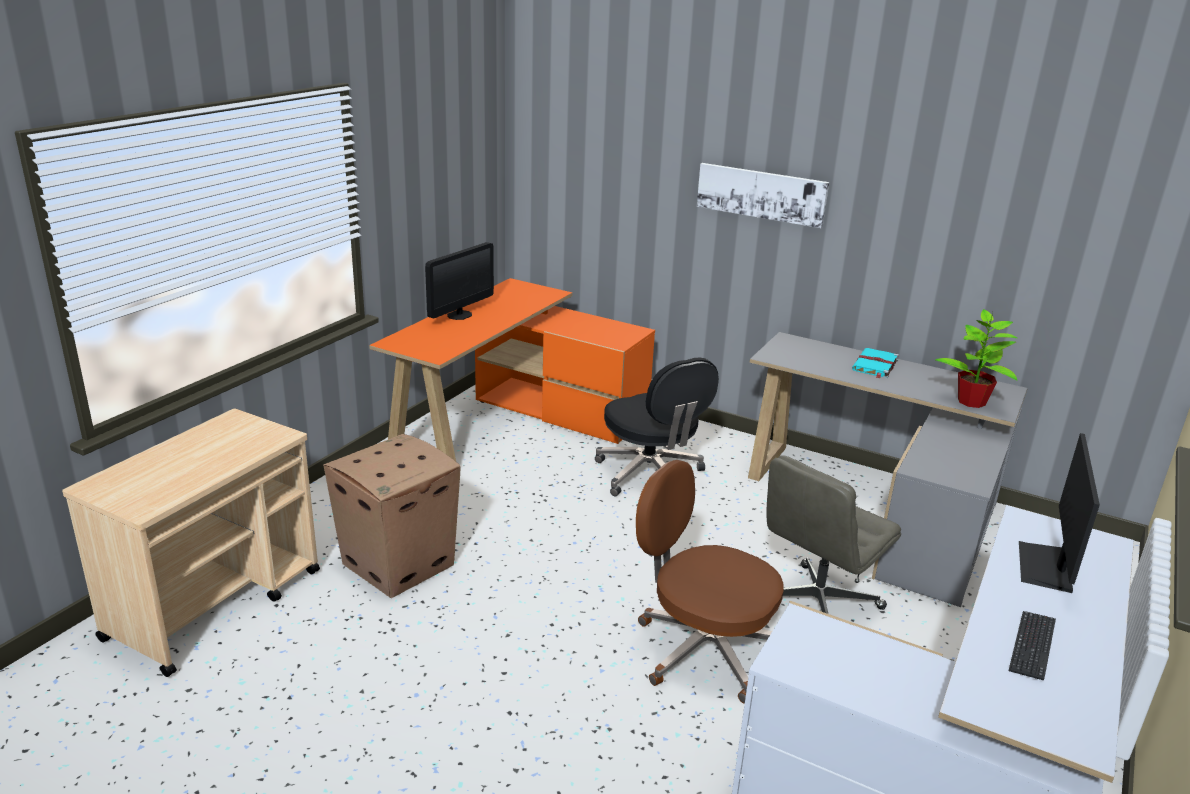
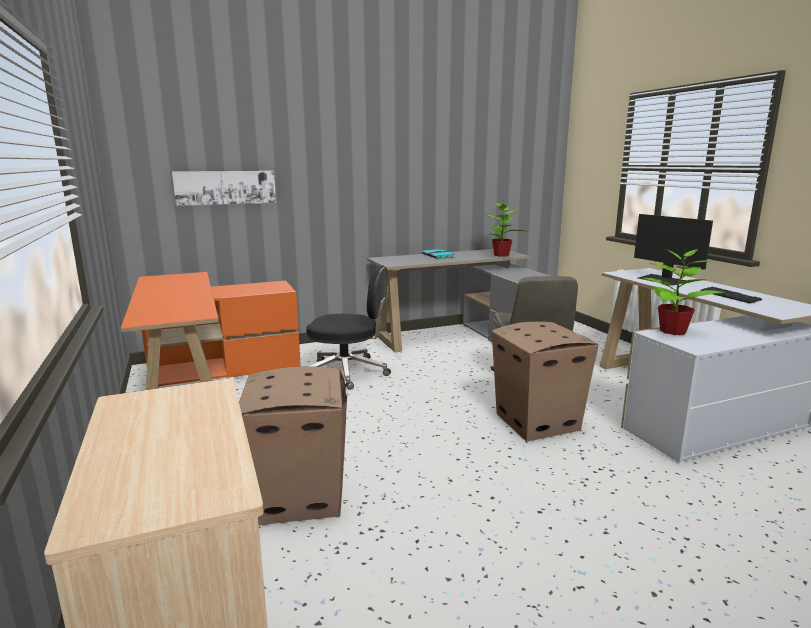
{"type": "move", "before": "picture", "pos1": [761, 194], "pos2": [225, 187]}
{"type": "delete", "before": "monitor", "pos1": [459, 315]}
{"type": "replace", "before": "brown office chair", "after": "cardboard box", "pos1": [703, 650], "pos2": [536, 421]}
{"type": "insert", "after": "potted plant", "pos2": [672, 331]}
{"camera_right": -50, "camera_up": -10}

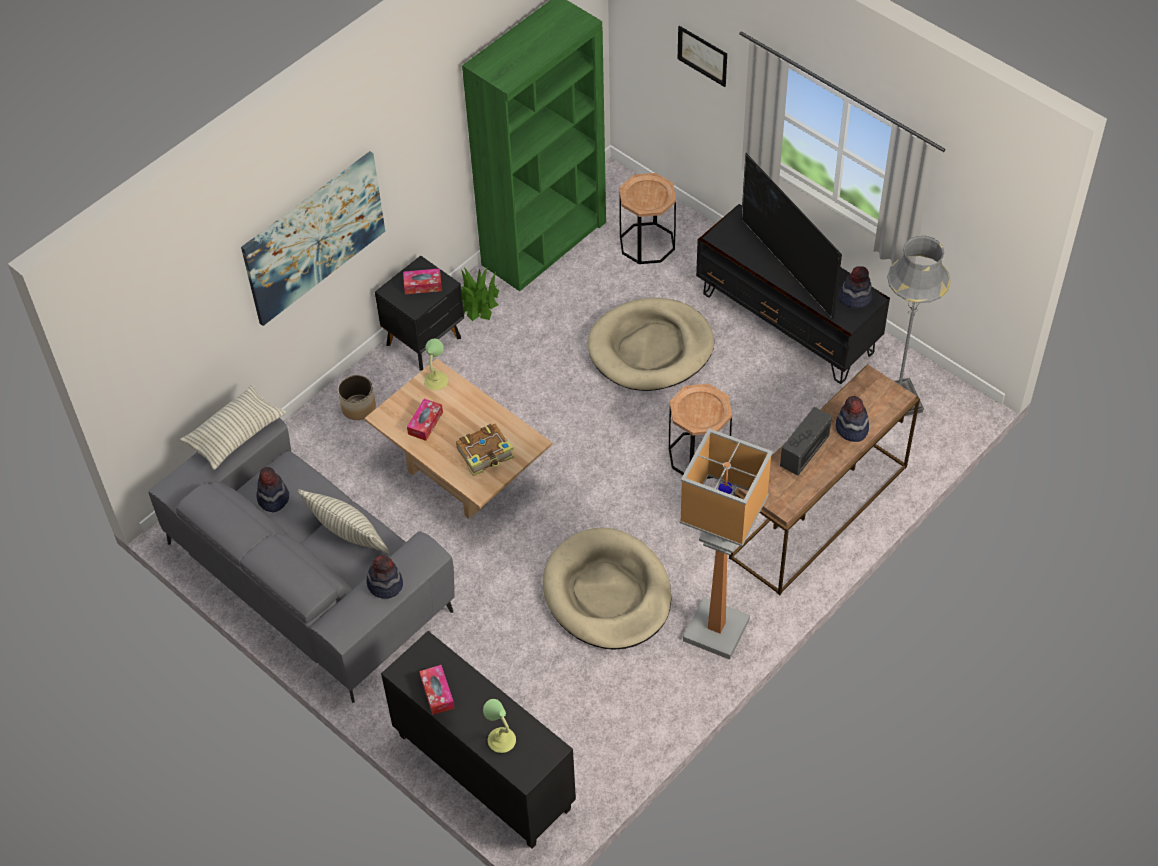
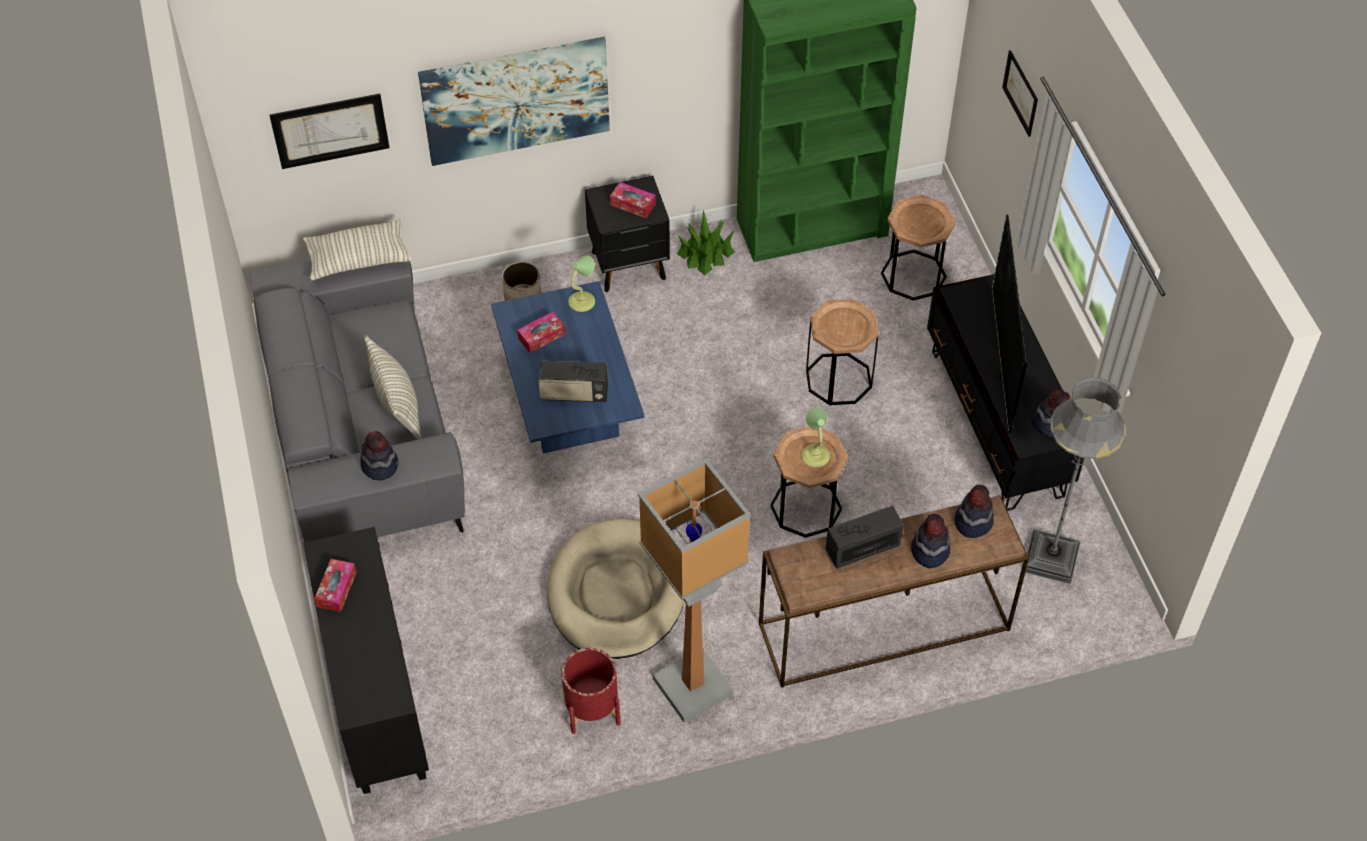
{"type": "replace", "before": "beige dog bed", "after": "brown side table", "pos1": [650, 348], "pos2": [838, 379]}
{"type": "recolor", "before": "beige coffee table", "after": "blue coffee table", "pos1": [463, 473], "pos2": [569, 408]}
{"type": "replace", "before": "book", "after": "radio", "pos1": [486, 454], "pos2": [574, 394]}
{"type": "move", "before": "hat", "pos1": [273, 498], "pos2": [973, 521]}
{"type": "move", "before": "table lamp", "pos1": [501, 739], "pos2": [815, 455]}
{"type": "insert", "after": "picture", "pos2": [330, 130]}
{"type": "insert", "after": "red planter", "pos2": [591, 708]}
{"camera_right": 30, "camera_up": 0}

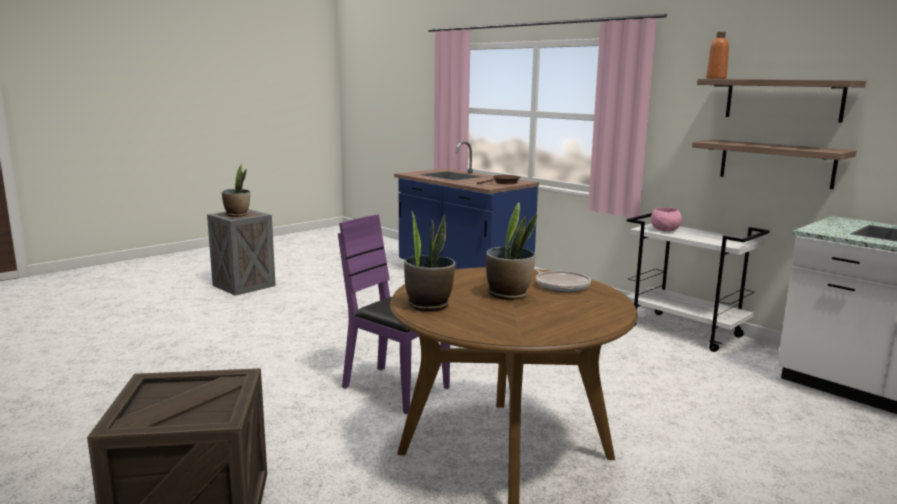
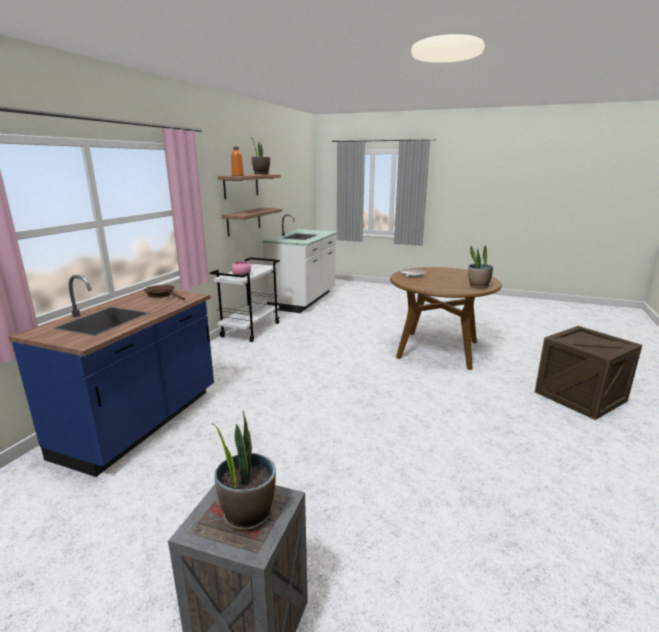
{"type": "move", "before": "potted plant", "pos1": [508, 294], "pos2": [261, 174]}
{"type": "delete", "before": "purple chair", "pos1": [395, 389]}
{"camera_right": -115, "camera_up": 5}

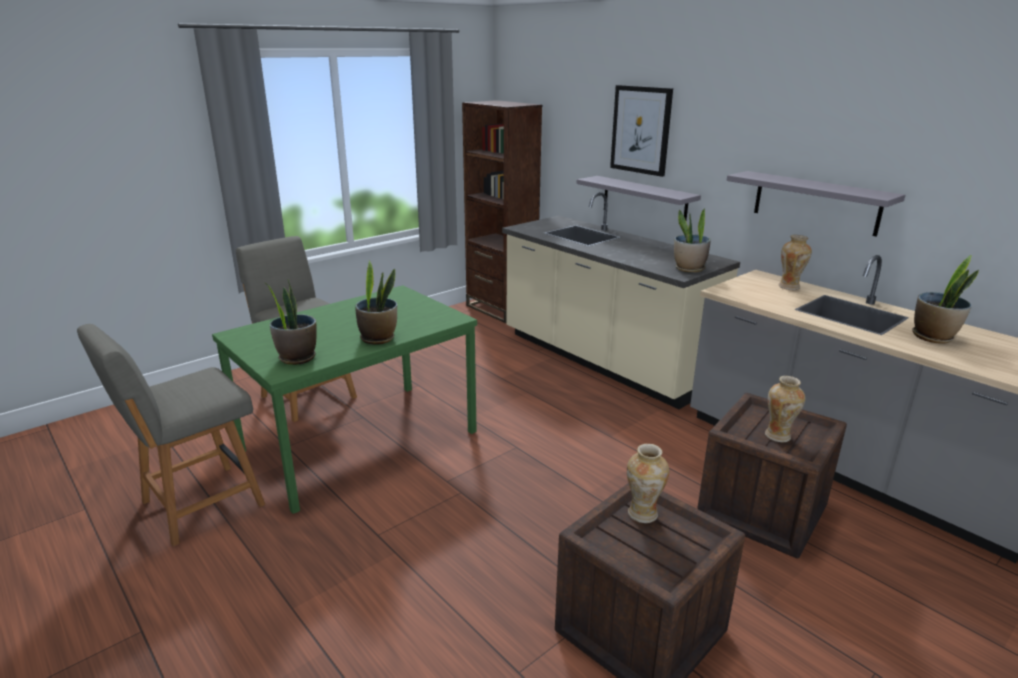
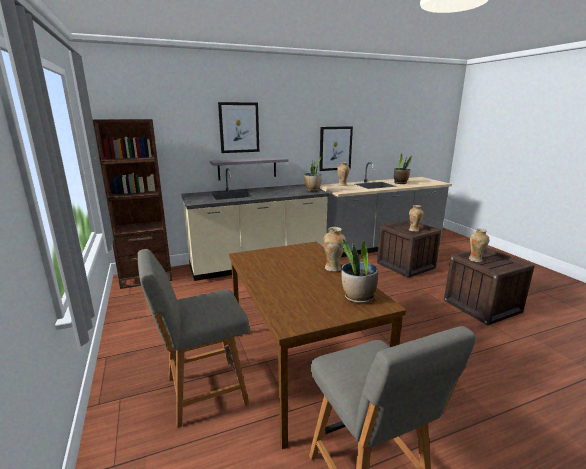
{"type": "replace", "before": "grey shelf", "after": "picture", "pos1": [815, 202], "pos2": [335, 148]}
{"type": "replace", "before": "potted plant", "after": "vase", "pos1": [378, 338], "pos2": [333, 268]}
{"type": "recolor", "before": "green dining table", "after": "brown dining table", "pos1": [360, 440], "pos2": [300, 366]}
{"camera_right": -70, "camera_up": -5}

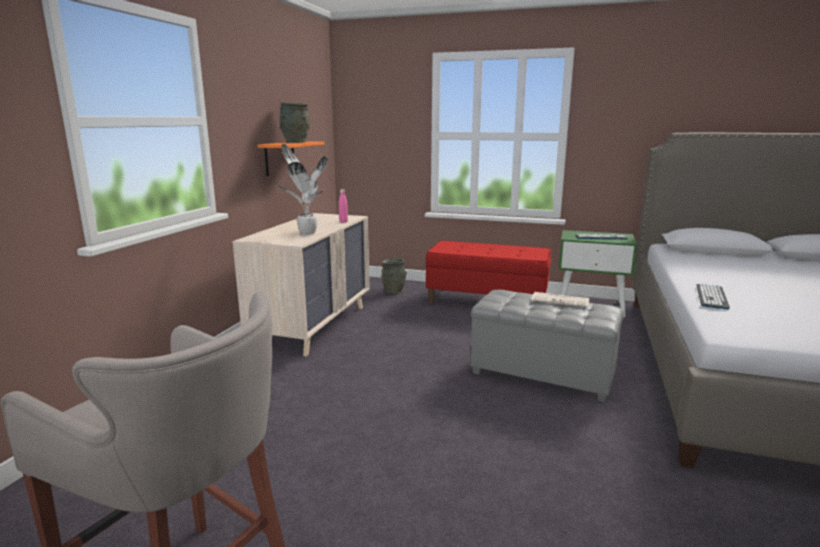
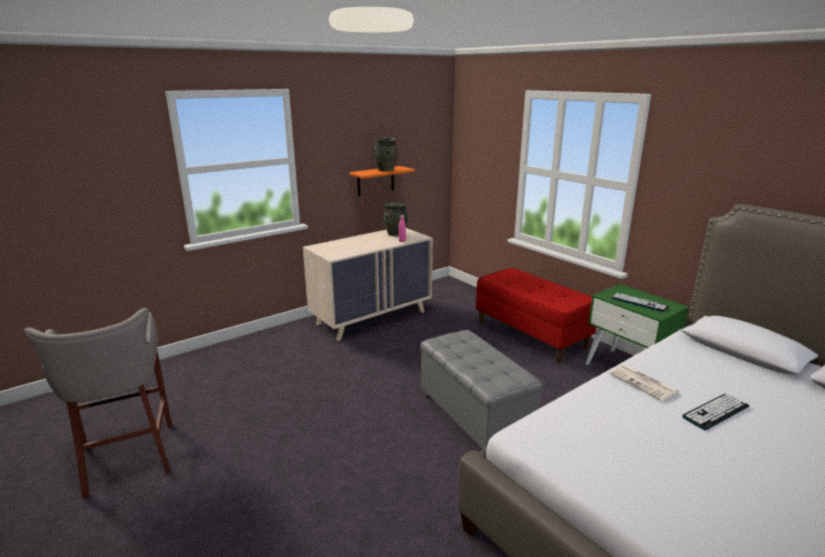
{"type": "delete", "before": "potted plant", "pos1": [306, 233]}
{"type": "move", "before": "grey vase", "pos1": [394, 291], "pos2": [396, 234]}
{"type": "move", "before": "keyboard", "pos1": [711, 297], "pos2": [715, 412]}
{"type": "move", "before": "newspaper", "pos1": [561, 300], "pos2": [643, 383]}
{"camera_right": 35, "camera_up": 5}

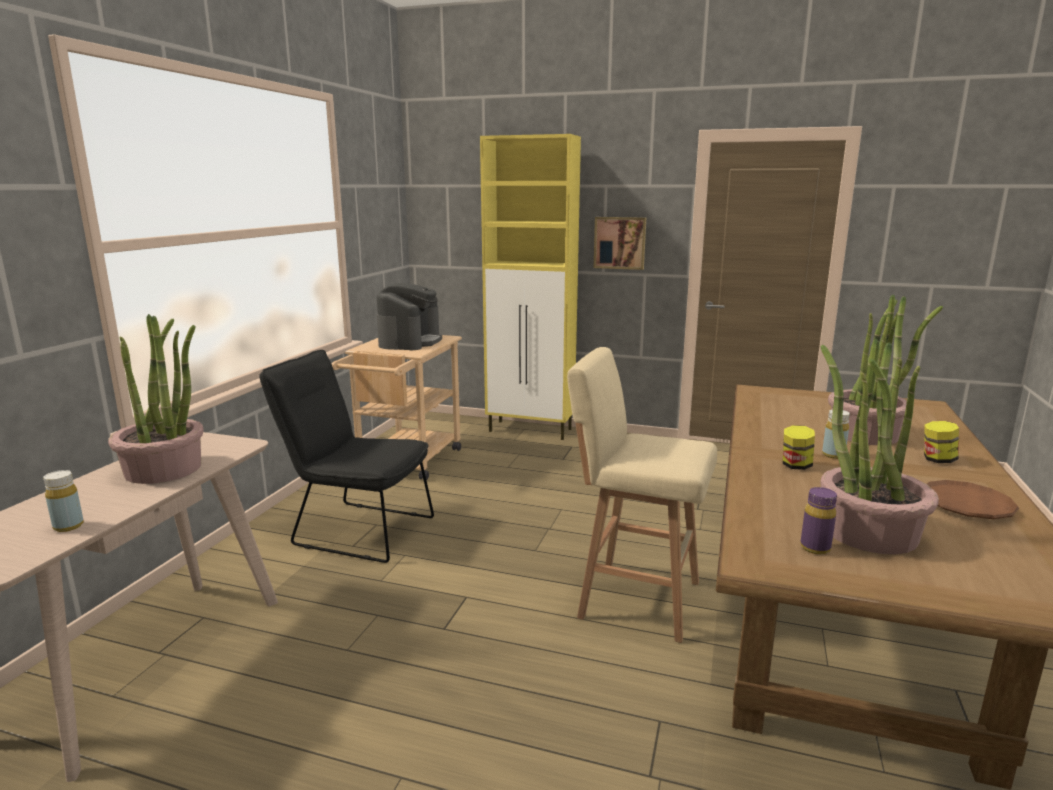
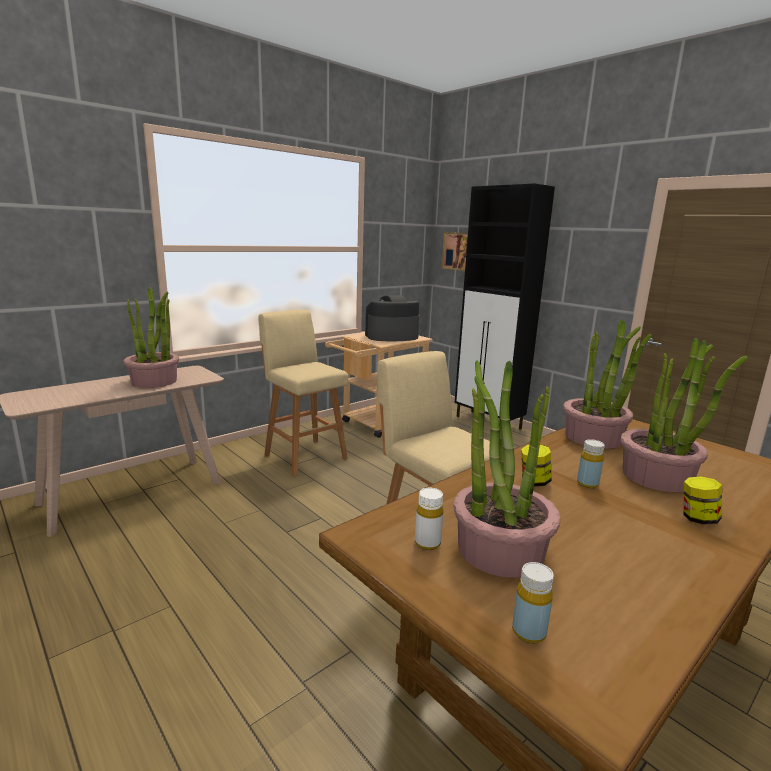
{"type": "recolor", "before": "yellow cabinet", "after": "black cabinet", "pos1": [531, 430], "pos2": [488, 423]}
{"type": "move", "before": "picture", "pos1": [620, 242], "pos2": [459, 251]}
{"type": "rotate", "before": "coffee machine", "pos1": [410, 341], "pos2": [391, 336], "turn": -150}
{"type": "replace", "before": "black chair", "after": "beige stool", "pos1": [356, 529], "pos2": [304, 456]}
{"type": "move", "before": "yellow bottle", "pos1": [68, 526], "pos2": [528, 632]}
{"type": "delete", "before": "brown plate", "pos1": [966, 505]}
{"type": "recolor", "before": "purple bottle", "after": "white bottle", "pos1": [815, 548], "pos2": [427, 543]}
{"type": "insert", "after": "potted plant", "pos2": [593, 438]}
{"camera_right": 30, "camera_up": 0}

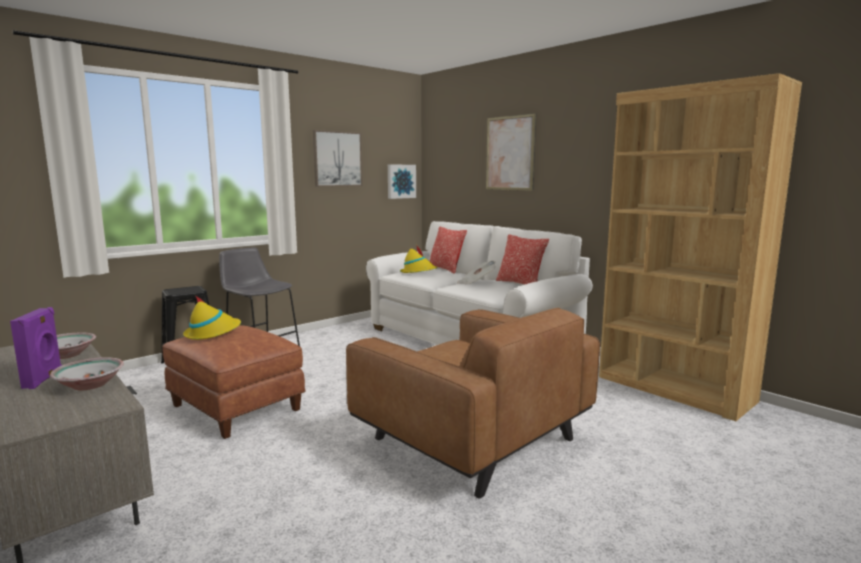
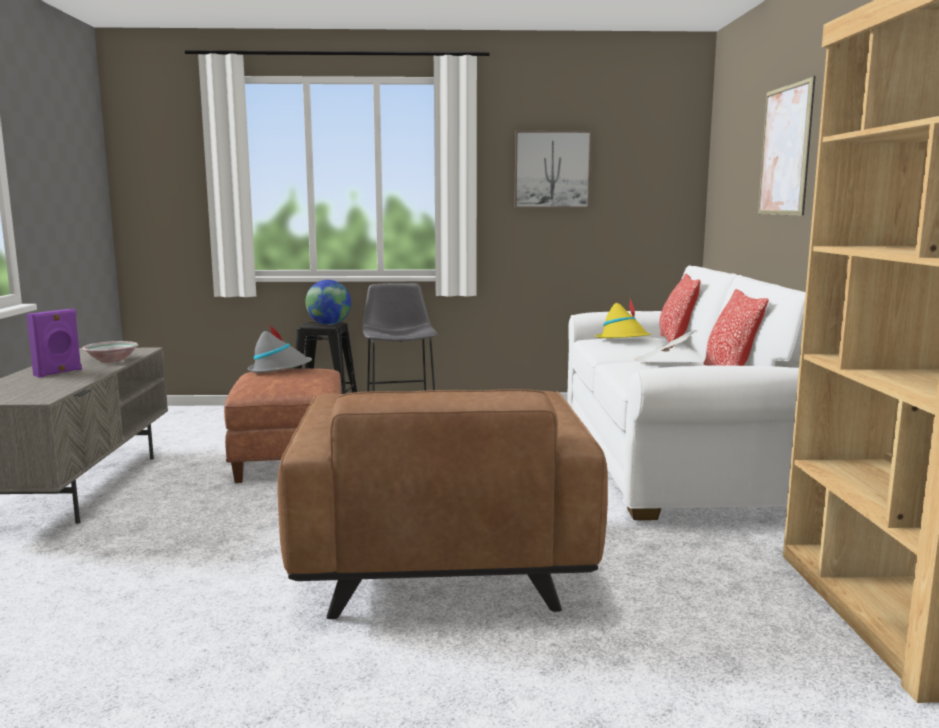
{"type": "delete", "before": "picture", "pos1": [400, 181]}
{"type": "recolor", "before": "yellow hat", "after": "grey hat", "pos1": [213, 333], "pos2": [279, 369]}
{"type": "delete", "before": "bowl", "pos1": [89, 385]}
{"type": "insert", "after": "globe", "pos2": [329, 324]}
{"camera_right": 40, "camera_up": 0}

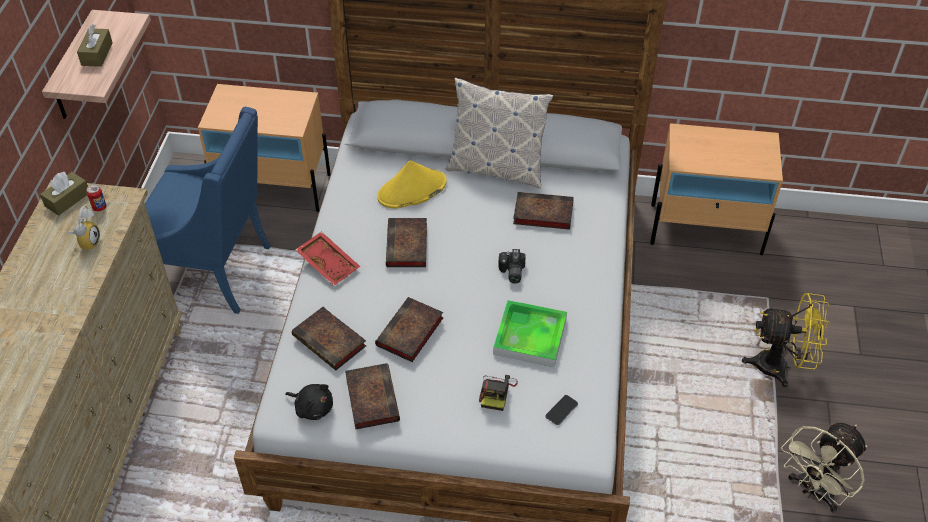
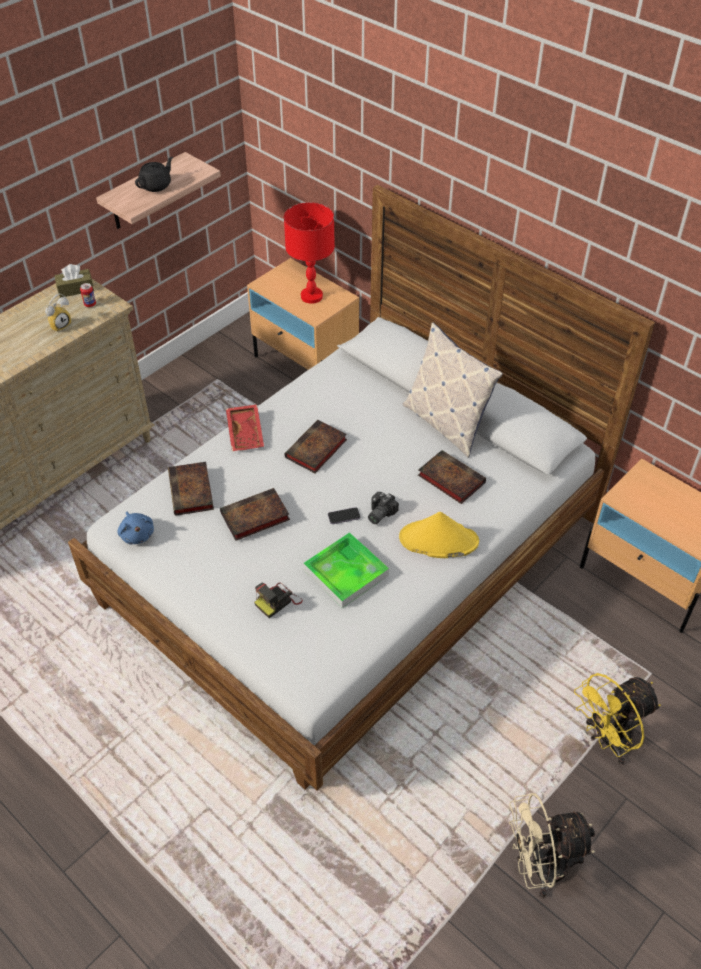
{"type": "replace", "before": "brown tissue box", "after": "black teapot", "pos1": [97, 54], "pos2": [156, 185]}
{"type": "delete", "before": "blue armchair", "pos1": [215, 272]}
{"type": "move", "before": "yellow hat", "pos1": [412, 190], "pos2": [438, 540]}
{"type": "rotate", "before": "yellow fan", "pos1": [780, 366], "pos2": [607, 740], "turn": 105}
{"type": "delete", "before": "book", "pos1": [371, 397]}
{"type": "recolor", "before": "black plush toy", "after": "blue plush toy", "pos1": [312, 407], "pos2": [137, 534]}
{"type": "move", "before": "phone", "pos1": [561, 410], "pos2": [344, 516]}
{"type": "insert", "after": "red table lamp", "pos2": [311, 296]}
{"camera_right": 35, "camera_up": 0}

